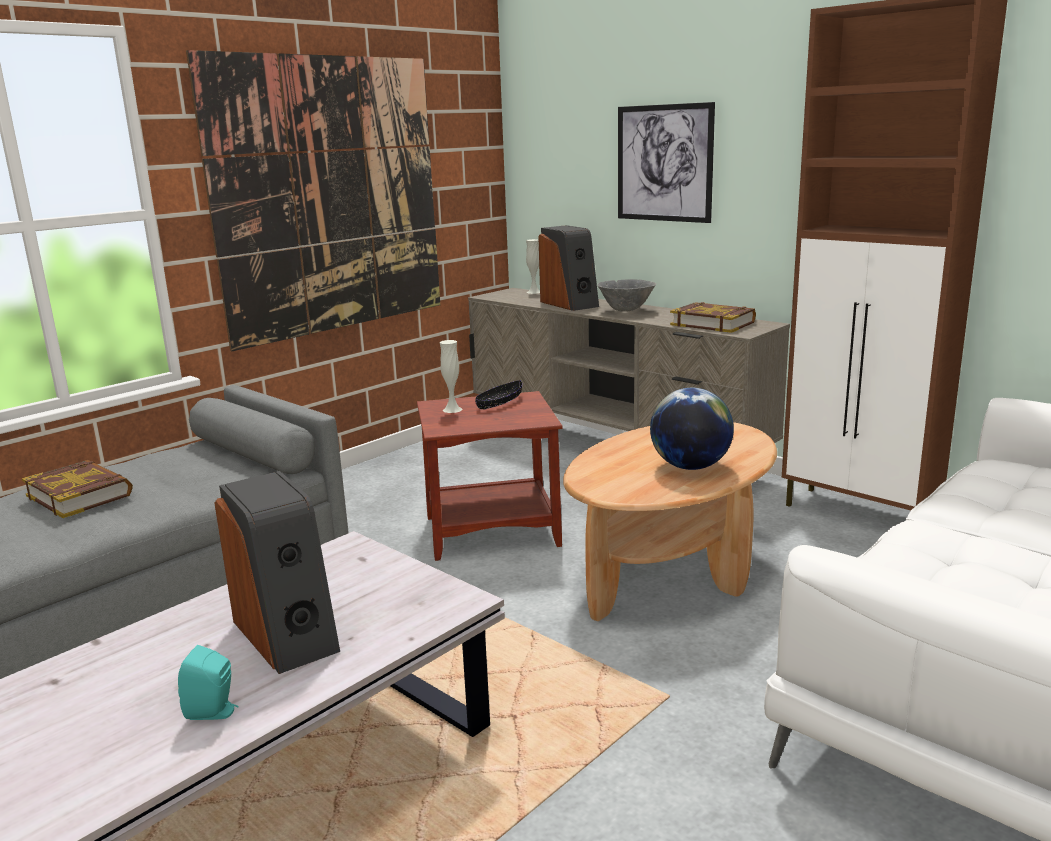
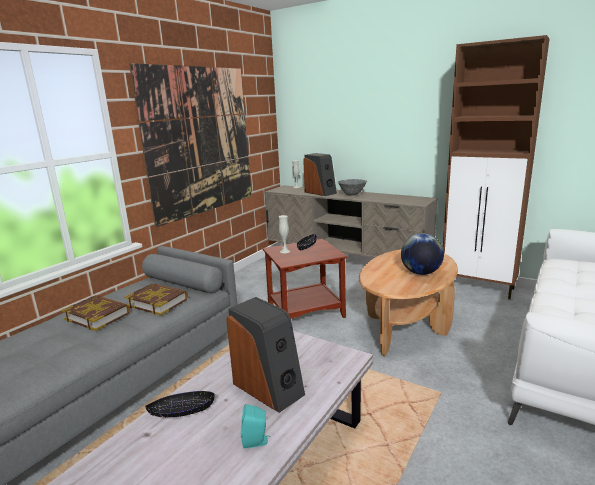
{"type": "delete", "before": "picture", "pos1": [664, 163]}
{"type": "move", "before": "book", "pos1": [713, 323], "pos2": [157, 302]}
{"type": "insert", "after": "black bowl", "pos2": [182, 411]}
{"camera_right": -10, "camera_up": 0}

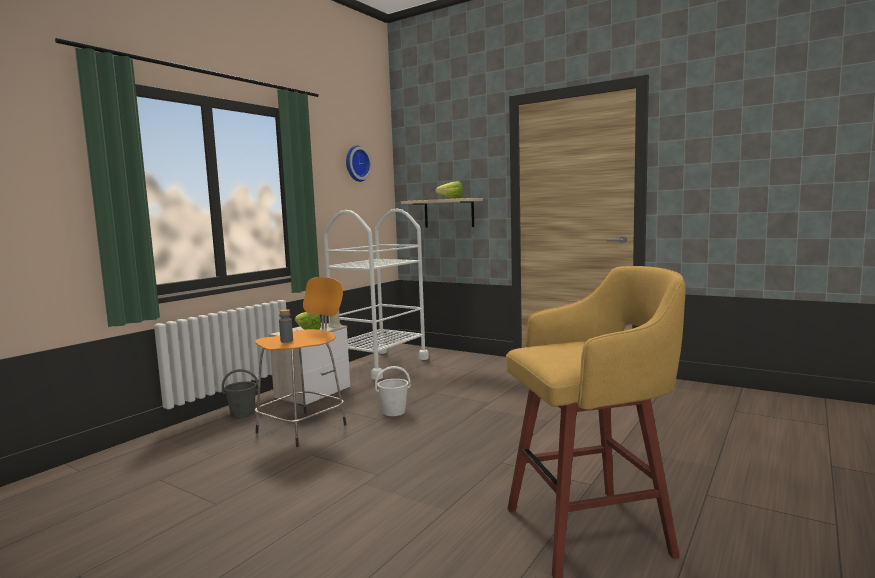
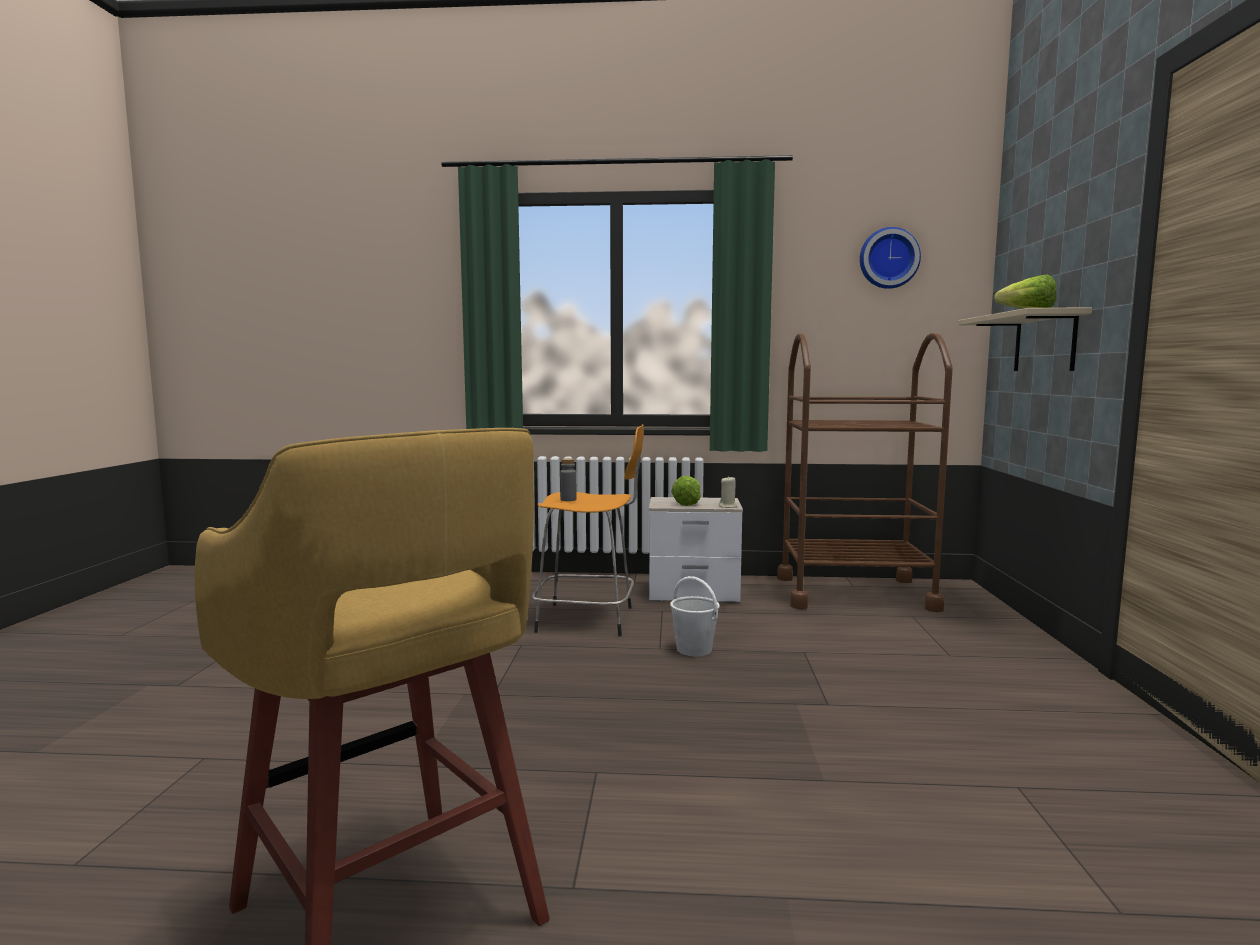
{"type": "recolor", "before": "white cart", "after": "brown cart", "pos1": [379, 364], "pos2": [854, 593]}
{"type": "delete", "before": "grey bucket", "pos1": [243, 414]}
{"camera_right": 60, "camera_up": 0}

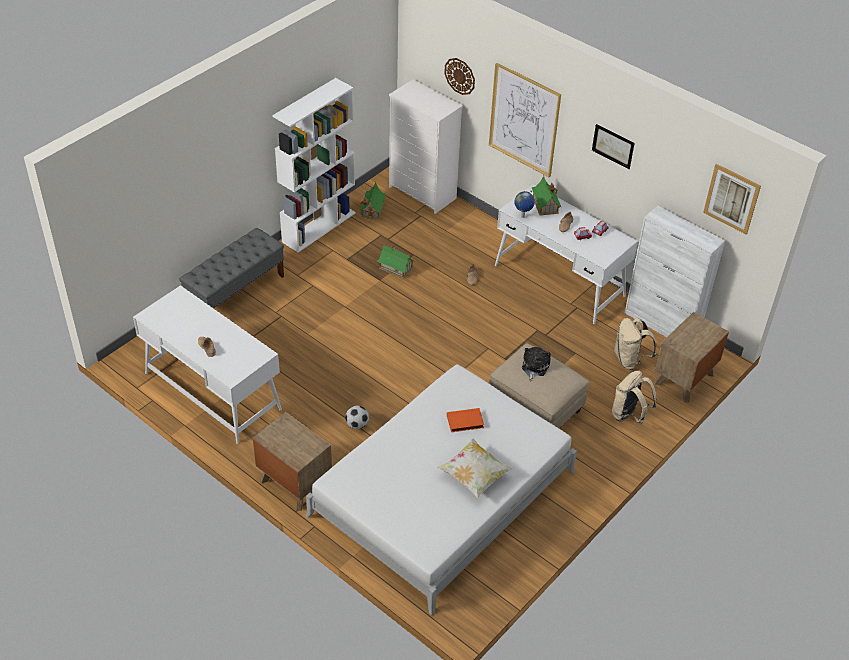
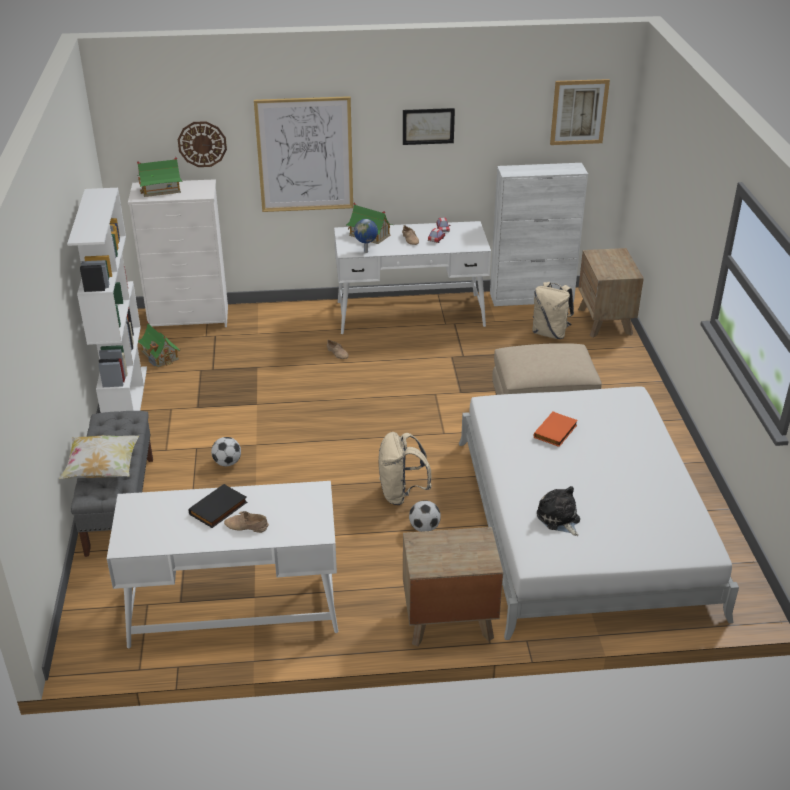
{"type": "move", "before": "toy house", "pos1": [395, 268], "pos2": [160, 189]}
{"type": "move", "before": "plush toy", "pos1": [534, 367], "pos2": [559, 519]}
{"type": "move", "before": "beige backpack", "pos1": [629, 415], "pos2": [401, 494]}
{"type": "move", "before": "pillow", "pos1": [474, 476], "pos2": [102, 470]}
{"type": "insert", "after": "football", "pos2": [227, 463]}
{"type": "insert", "after": "black book", "pos2": [219, 509]}
{"camera_right": -45, "camera_up": -10}

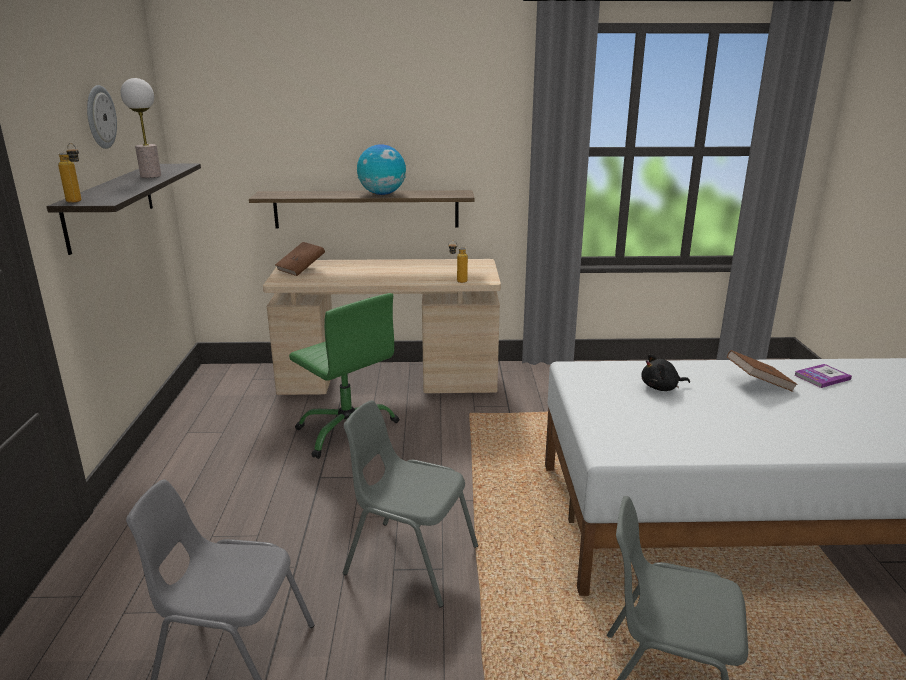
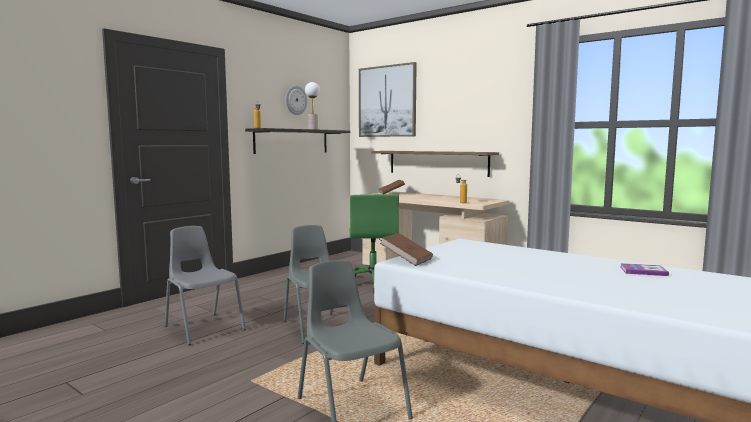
{"type": "delete", "before": "globe", "pos1": [382, 194]}
{"type": "move", "before": "brown book", "pos1": [758, 384], "pos2": [406, 260]}
{"type": "delete", "before": "black plush toy", "pos1": [661, 388]}
{"type": "insert", "after": "picture", "pos2": [387, 101]}
{"camera_right": 40, "camera_up": -15}

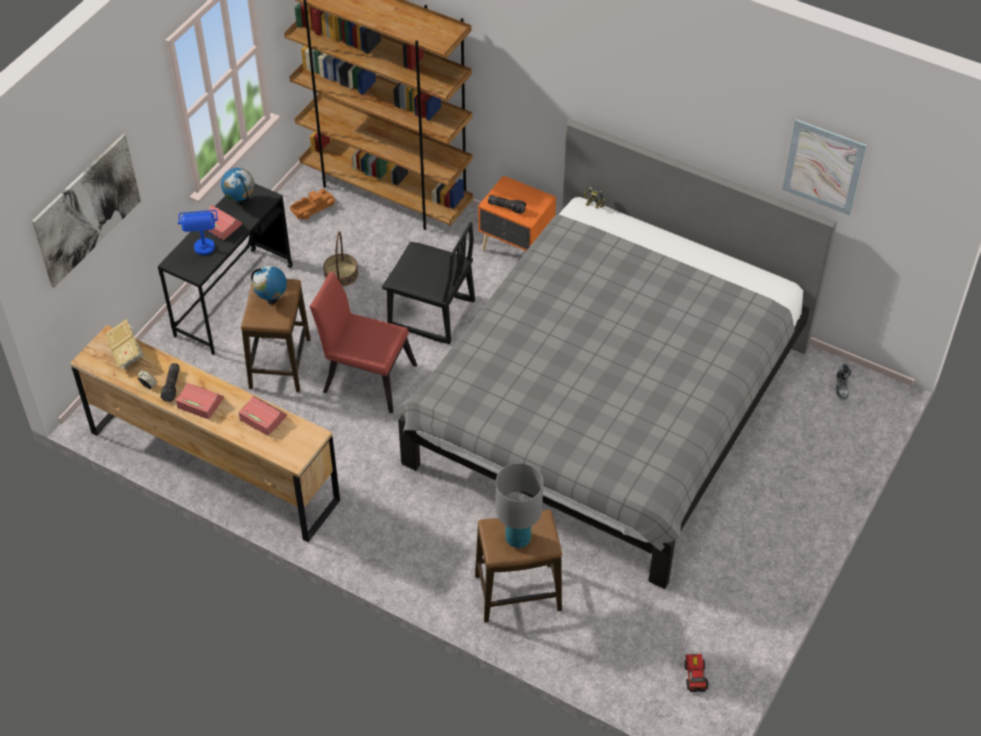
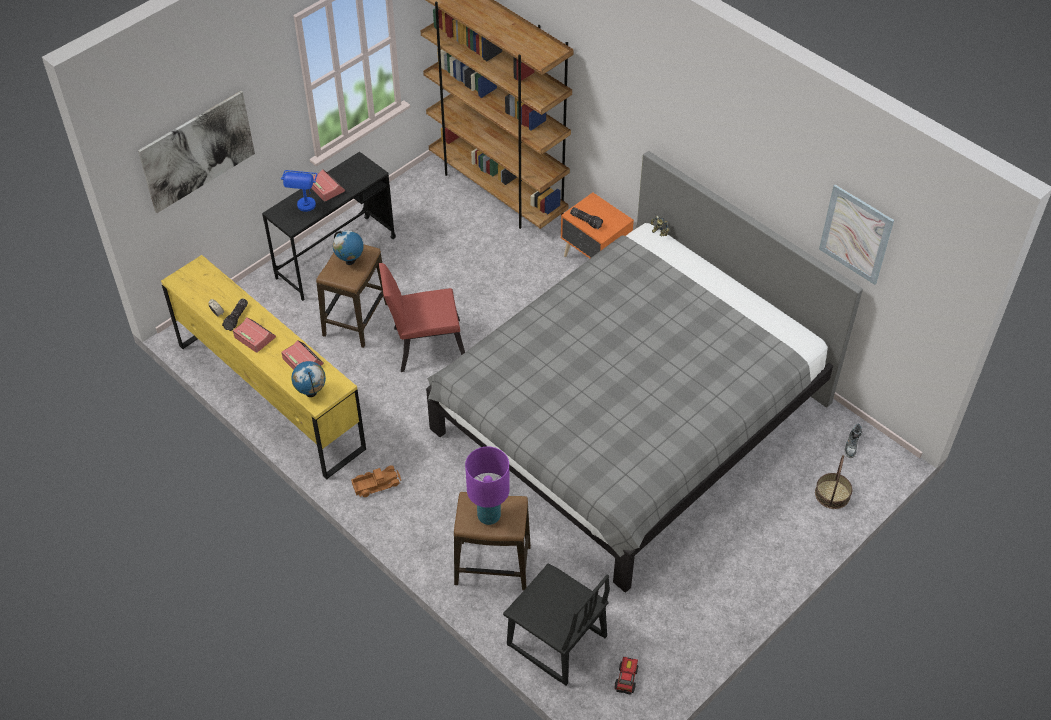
{"type": "move", "before": "globe", "pos1": [240, 201], "pos2": [311, 393]}
{"type": "move", "before": "toy truck", "pos1": [312, 208], "pos2": [376, 484]}
{"type": "move", "before": "black chair", "pos1": [431, 314], "pos2": [556, 642]}
{"type": "move", "before": "basket", "pos1": [341, 274], "pos2": [832, 494]}
{"type": "rotate", "before": "red chair", "pos1": [364, 376], "pos2": [424, 345], "turn": -45}
{"type": "delete", "before": "book", "pos1": [126, 352]}
{"type": "recolor", "before": "brown dresser", "after": "yellow dresser", "pos1": [214, 466], "pos2": [270, 396]}
{"type": "recolor", "before": "grey table lamp", "after": "purple table lamp", "pos1": [518, 538], "pos2": [489, 516]}
{"camera_right": 15, "camera_up": 0}

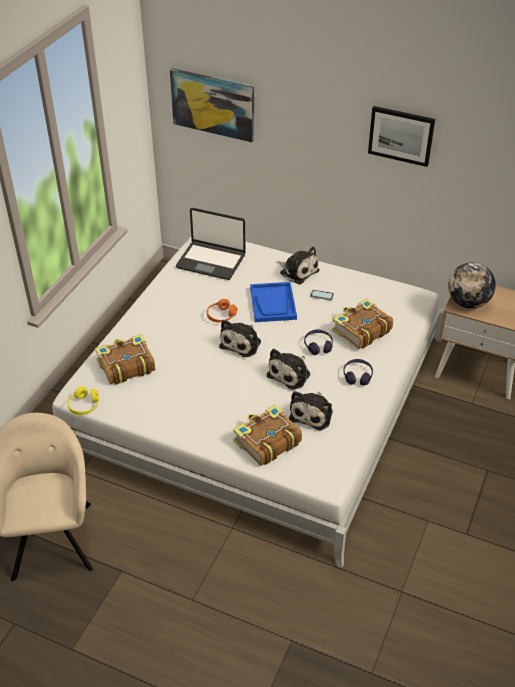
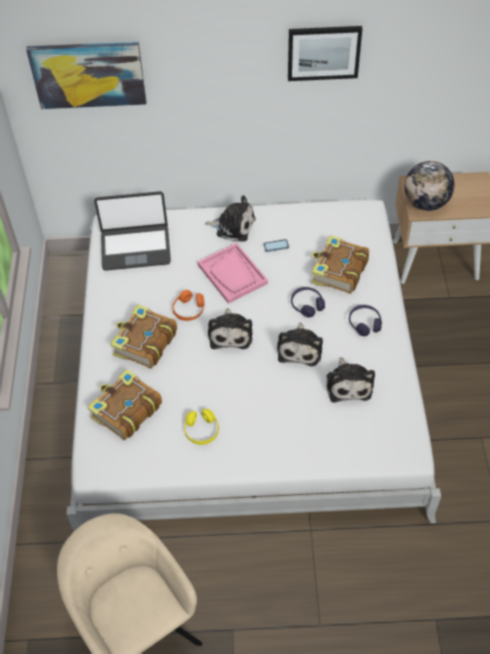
{"type": "recolor", "before": "blue tray", "after": "pink tray", "pos1": [273, 303], "pos2": [232, 274]}
{"type": "move", "before": "yellow headphones", "pos1": [84, 405], "pos2": [201, 430]}
{"type": "move", "before": "book", "pos1": [266, 442], "pos2": [144, 343]}
{"camera_right": -25, "camera_up": 10}

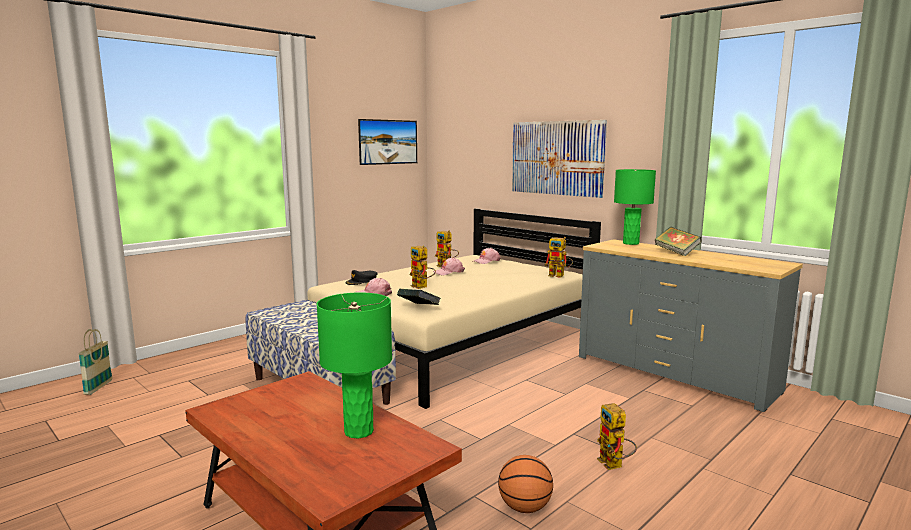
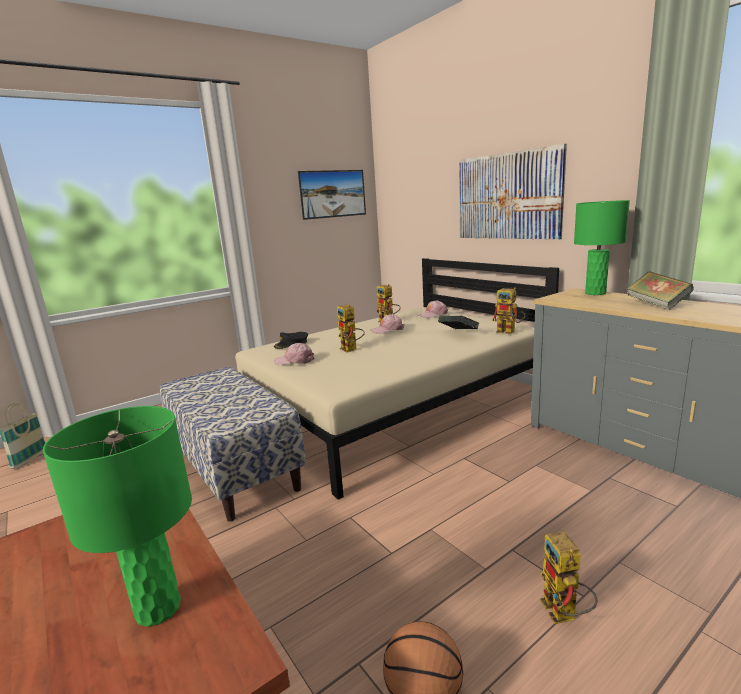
{"type": "move", "before": "book", "pos1": [418, 309], "pos2": [458, 333]}
{"camera_right": 10, "camera_up": 5}

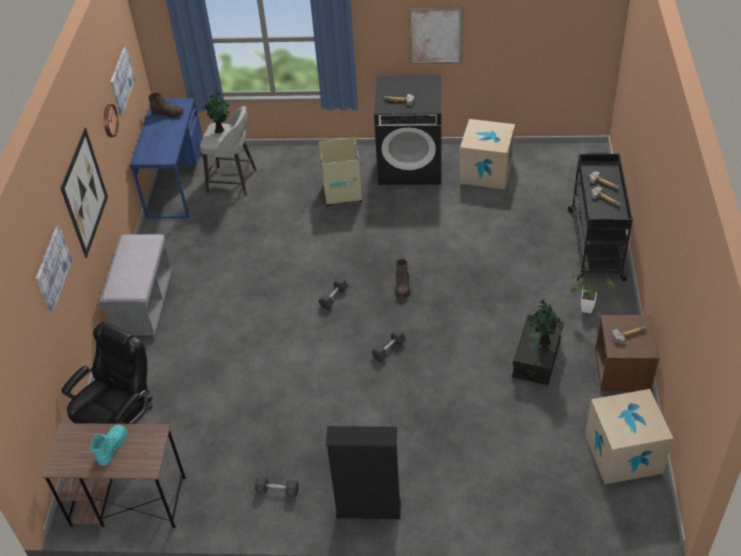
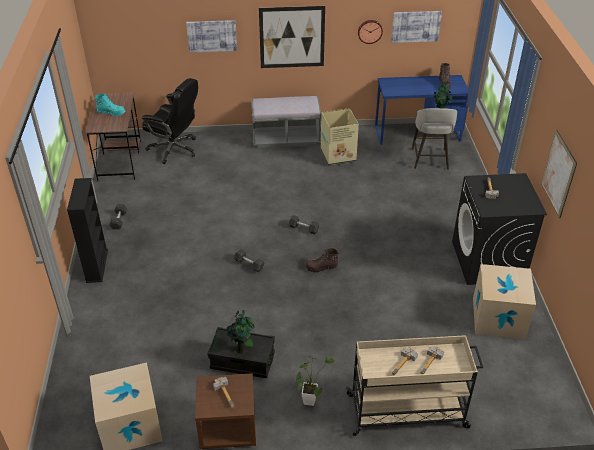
{"type": "move", "before": "cardboard box", "pos1": [342, 193], "pos2": [339, 156]}
{"type": "recolor", "before": "black cart", "after": "beige cart", "pos1": [595, 243], "pos2": [408, 411]}
{"camera_right": 80, "camera_up": -5}

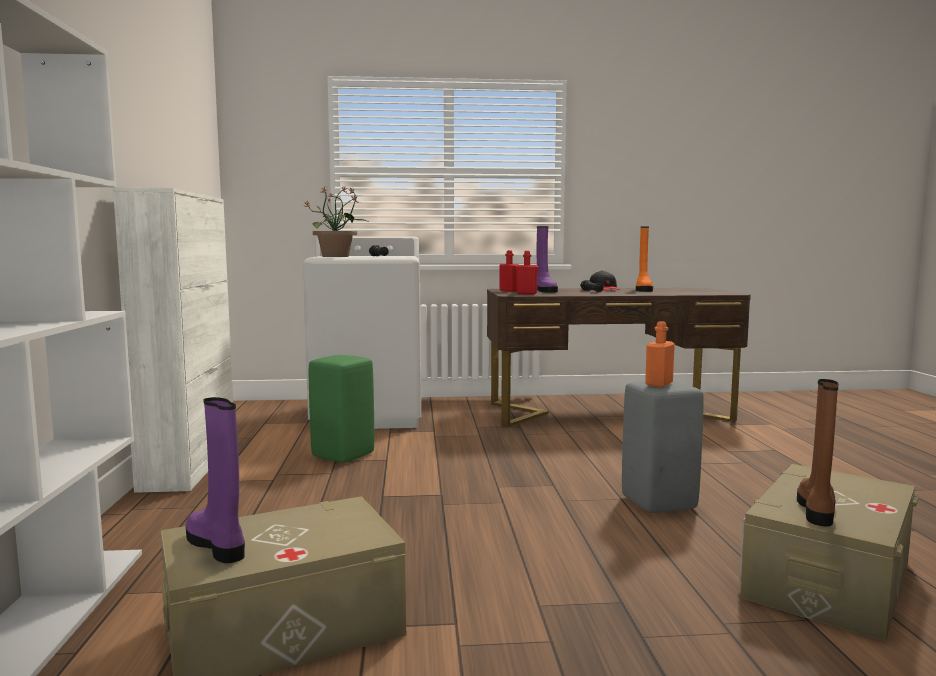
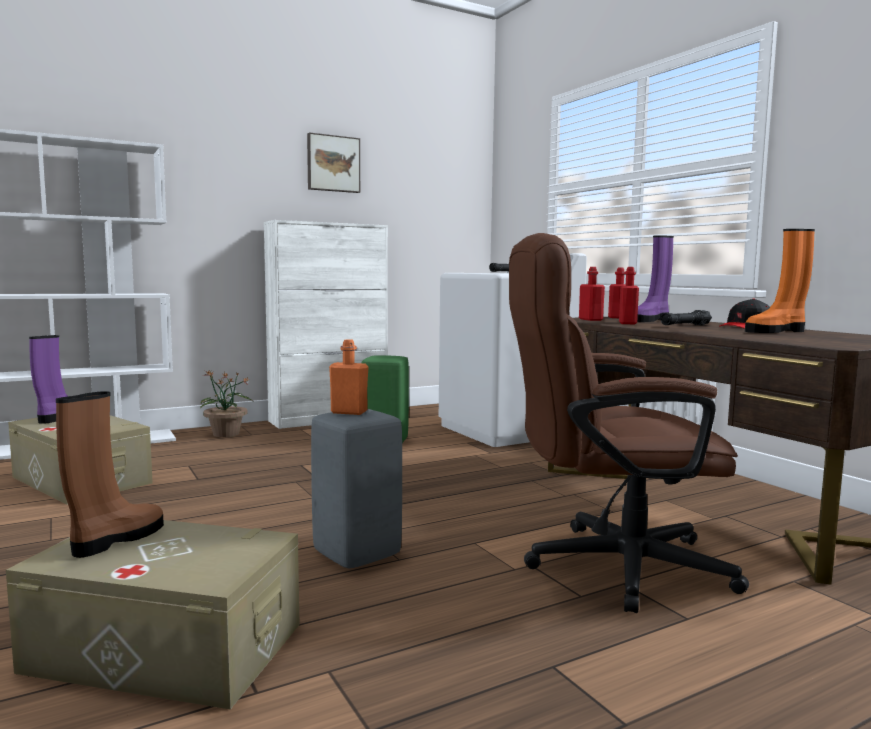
{"type": "move", "before": "potted plant", "pos1": [336, 256], "pos2": [226, 434]}
{"type": "rotate", "before": "brown boot", "pos1": [817, 510], "pos2": [116, 539], "turn": -60}
{"type": "insert", "after": "picture", "pos2": [333, 164]}
{"type": "insert", "after": "brown office chair", "pos2": [608, 566]}
{"type": "insert", "after": "red bottle", "pos2": [627, 323]}
{"camera_right": 65, "camera_up": 0}

